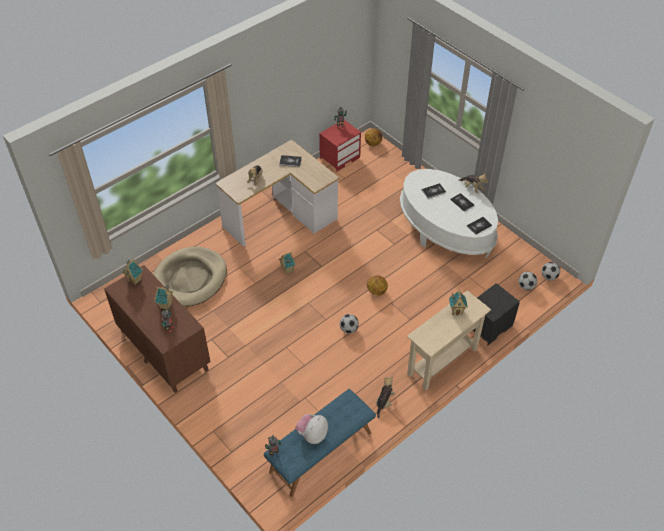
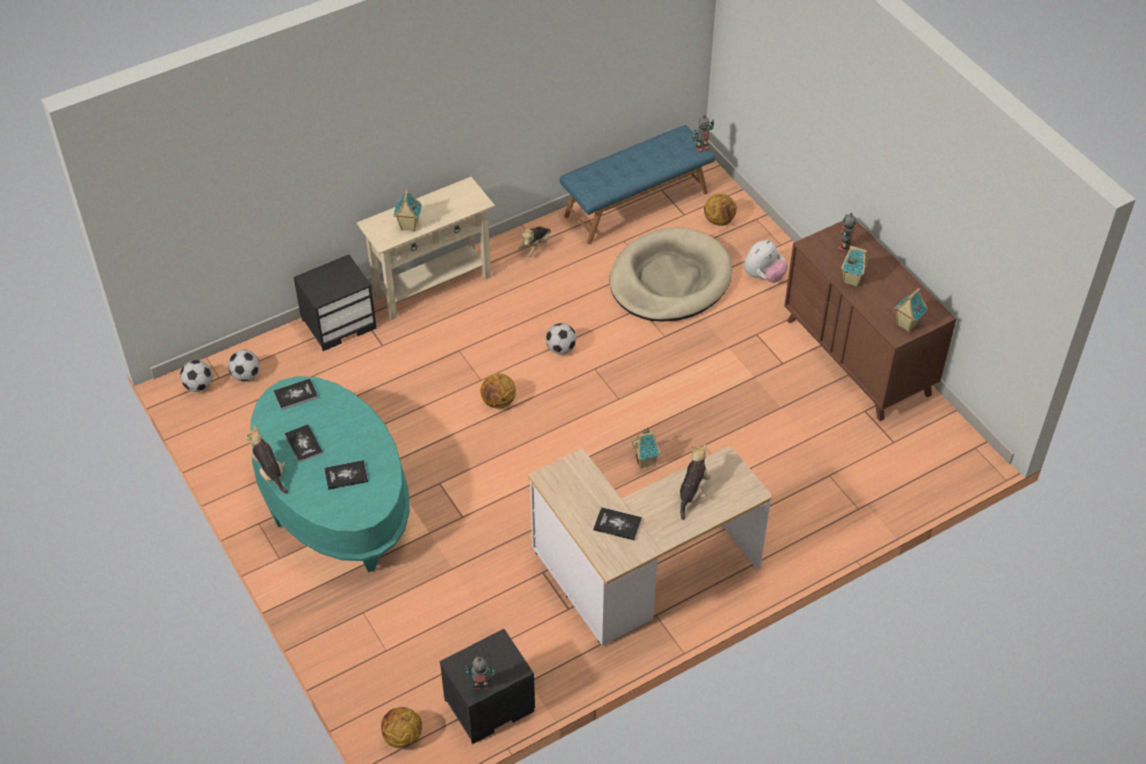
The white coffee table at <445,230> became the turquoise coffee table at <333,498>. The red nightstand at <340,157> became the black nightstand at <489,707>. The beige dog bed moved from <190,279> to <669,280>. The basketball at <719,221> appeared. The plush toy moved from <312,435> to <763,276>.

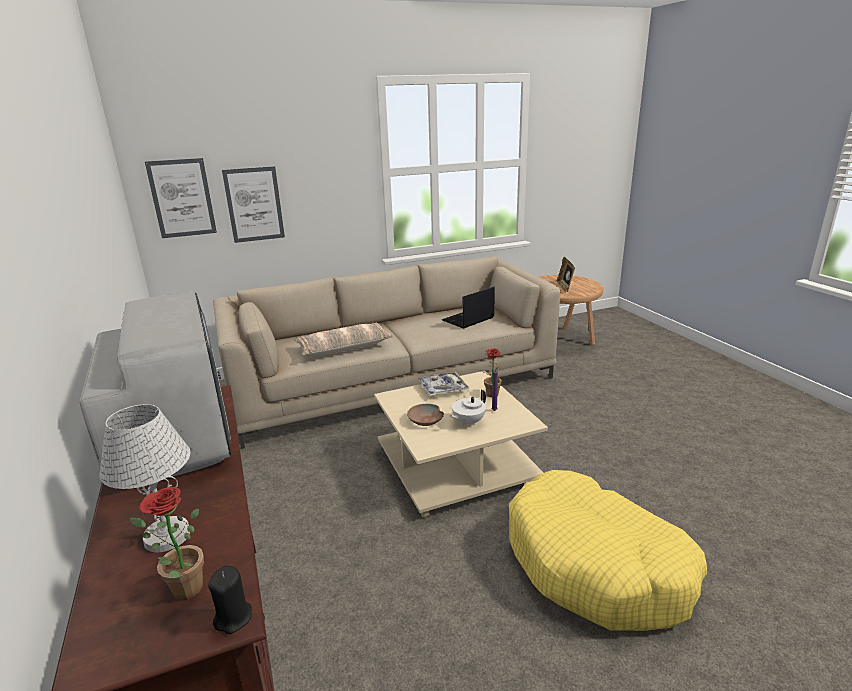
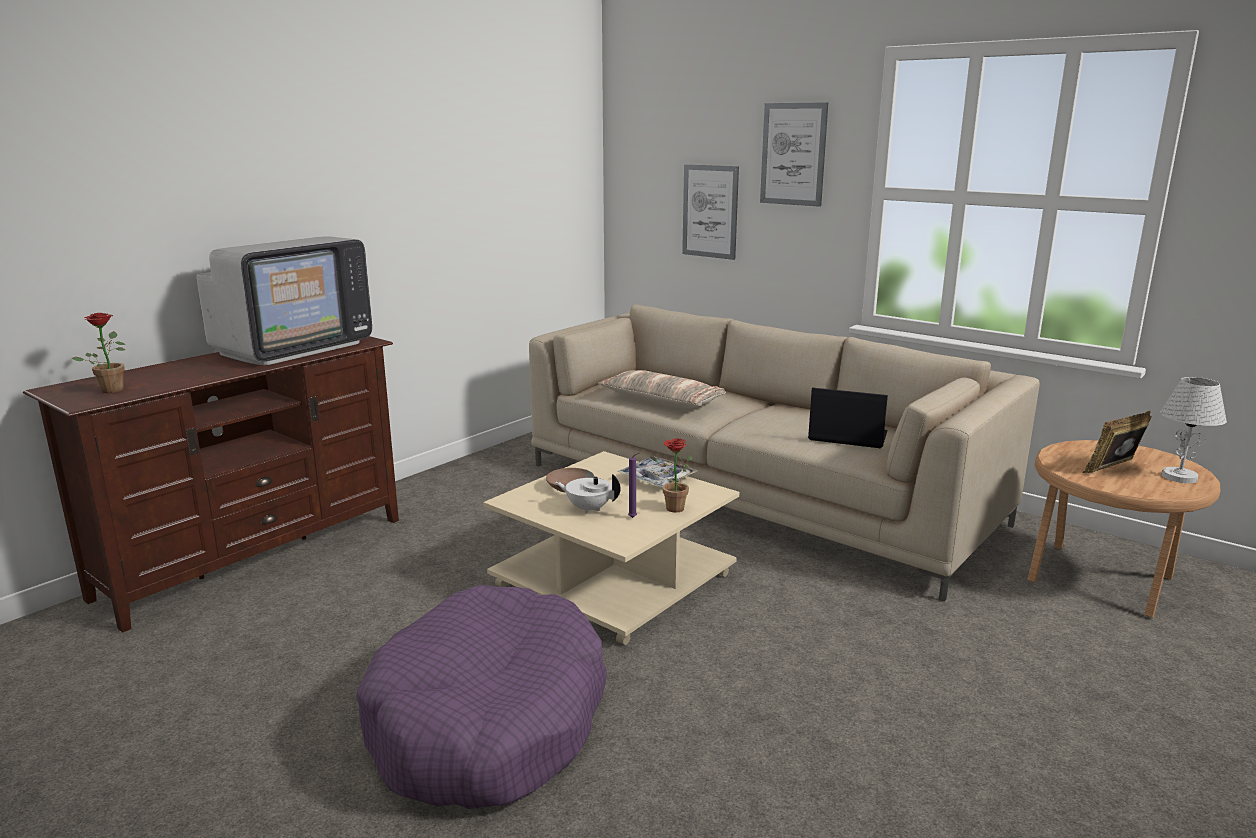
The yellow dog bed at <596,564> became the purple dog bed at <488,721>. The picture moved from <182,198> to <793,154>. The white table lamp moved from <168,536> to <1180,477>. The black candle at <234,618> disappeared.

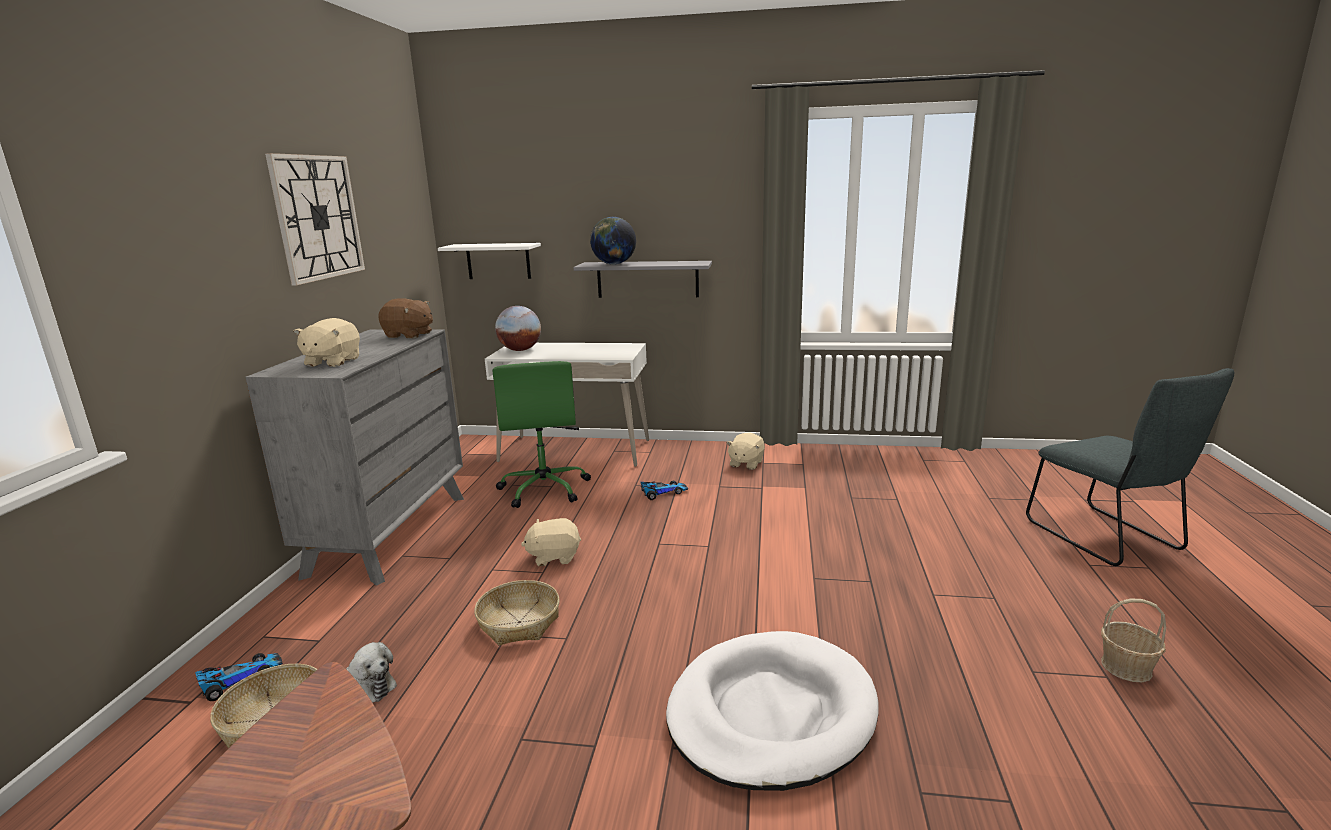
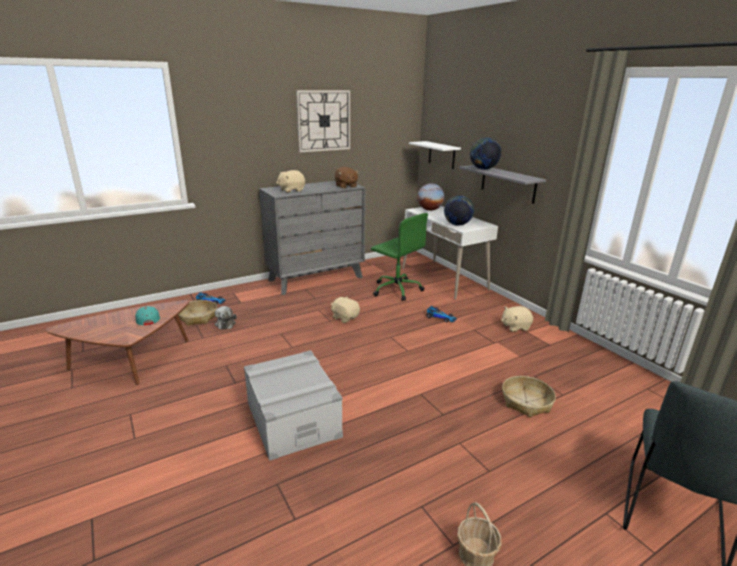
The turquoise cap at <148,319> appeared. The white dog bed at <770,714> was replaced by the grey storage box at <292,419>. The green office chair at <544,489> turned 90 degrees counterclockwise. The globe at <457,225> appeared. The basket moved from <519,622> to <526,402>.

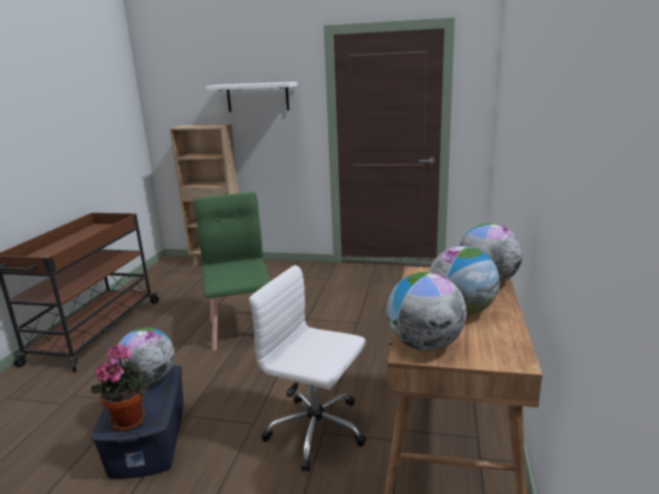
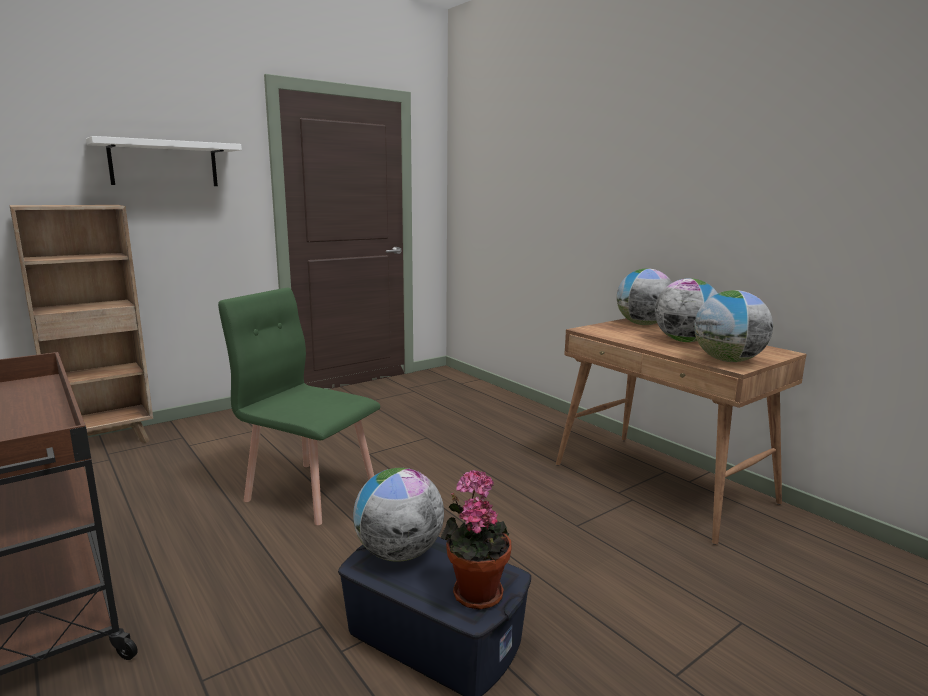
The white office chair at <318,431> disappeared.

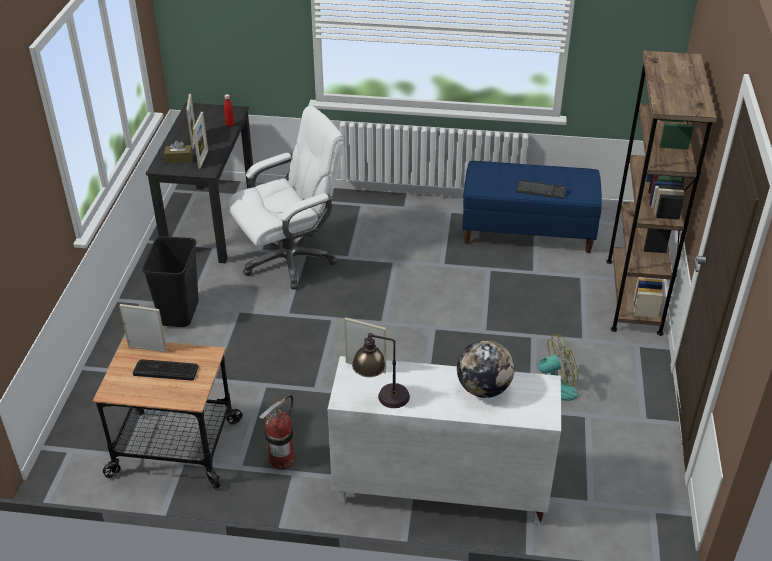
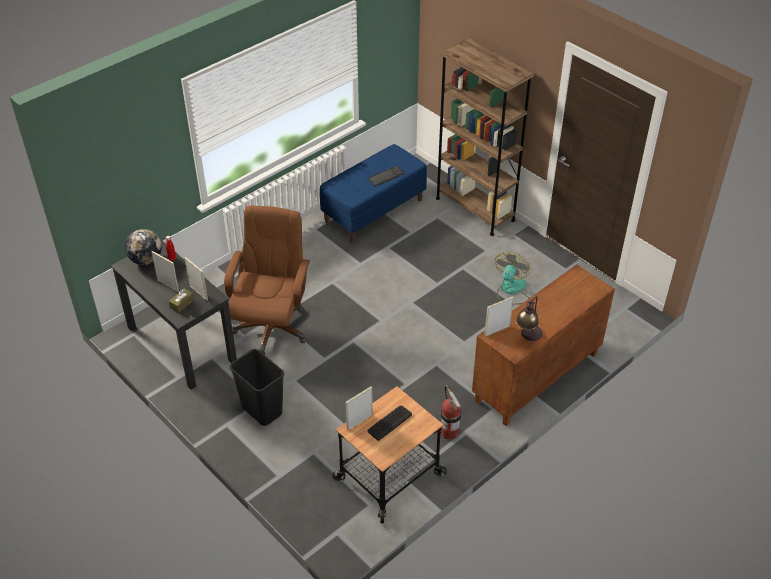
The globe moved from <483,388> to <146,260>. The white office chair at <290,259> became the brown office chair at <272,327>. The white cabinet at <439,489> became the brown cabinet at <537,378>.

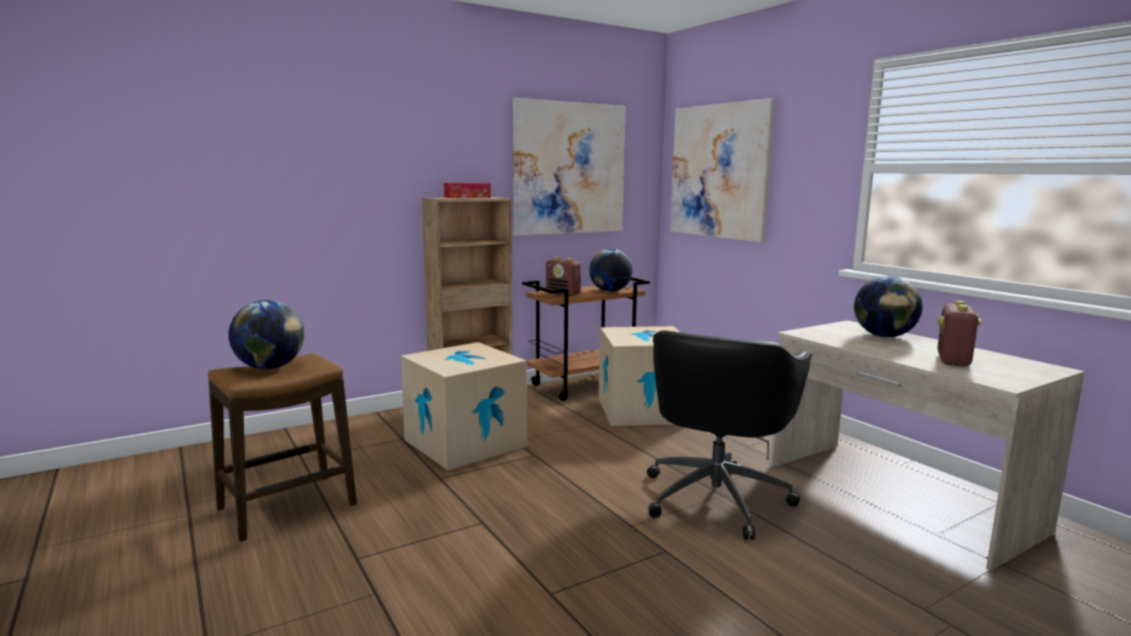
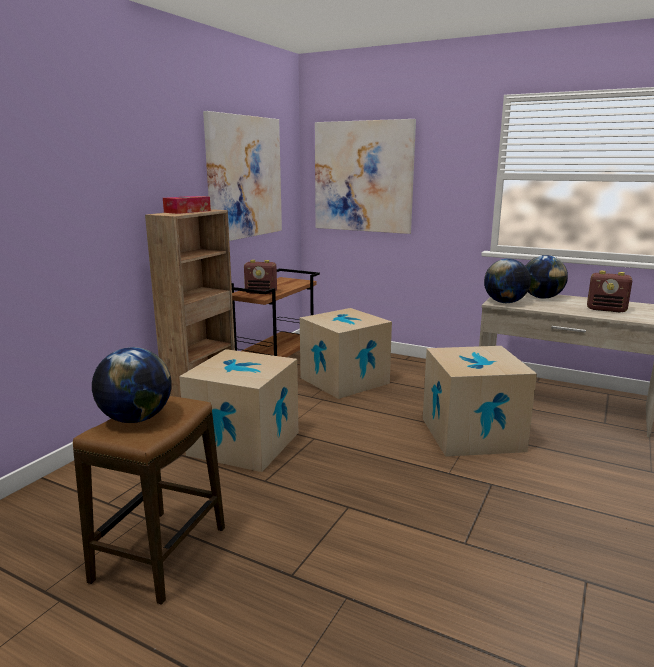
The black office chair at <717,496> was replaced by the cardboard box at <471,434>. The globe moved from <610,291> to <505,302>. The radio at <953,361> turned 60 degrees counterclockwise.

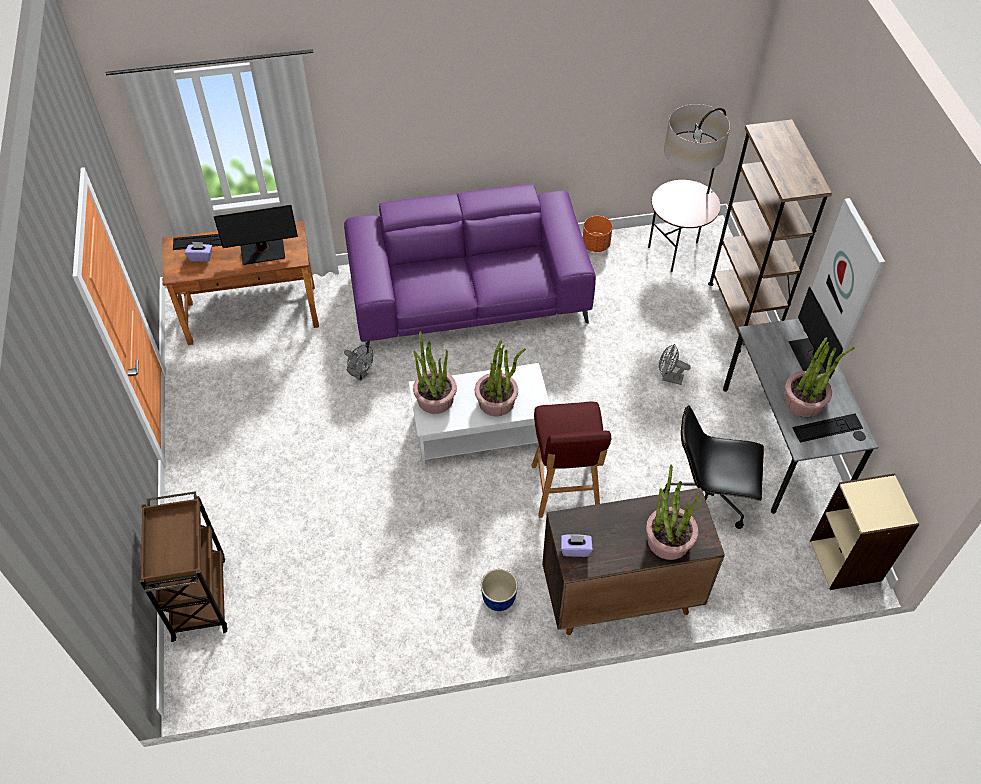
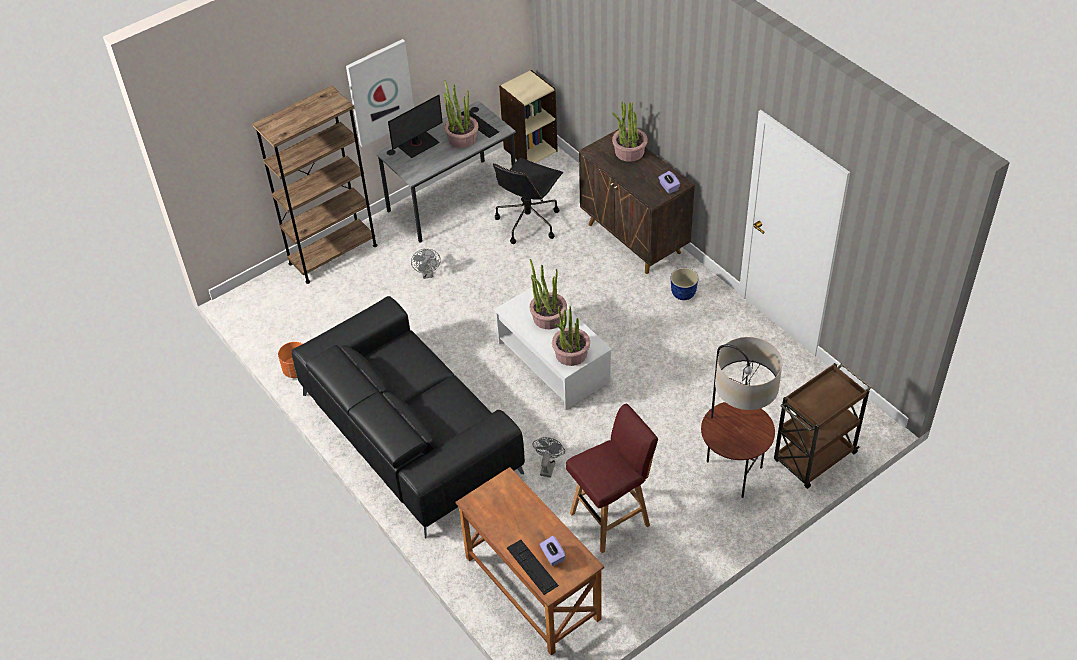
The purple sofa at <469,294> became the black sofa at <409,433>. The black office chair at <707,500> turned 45 degrees clockwise. The red stool moved from <565,490> to <611,518>. The floor lamp moved from <676,252> to <732,473>. The monitor at <263,251> disappeared.

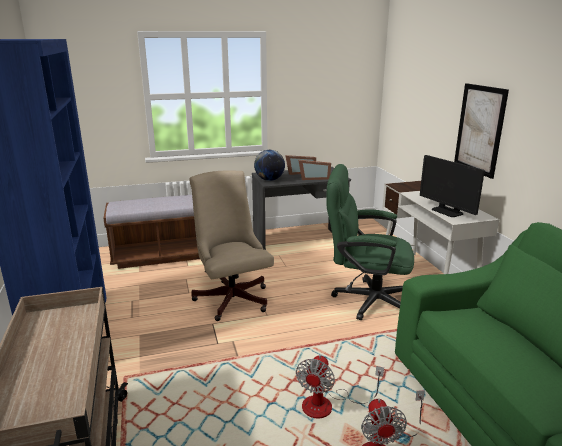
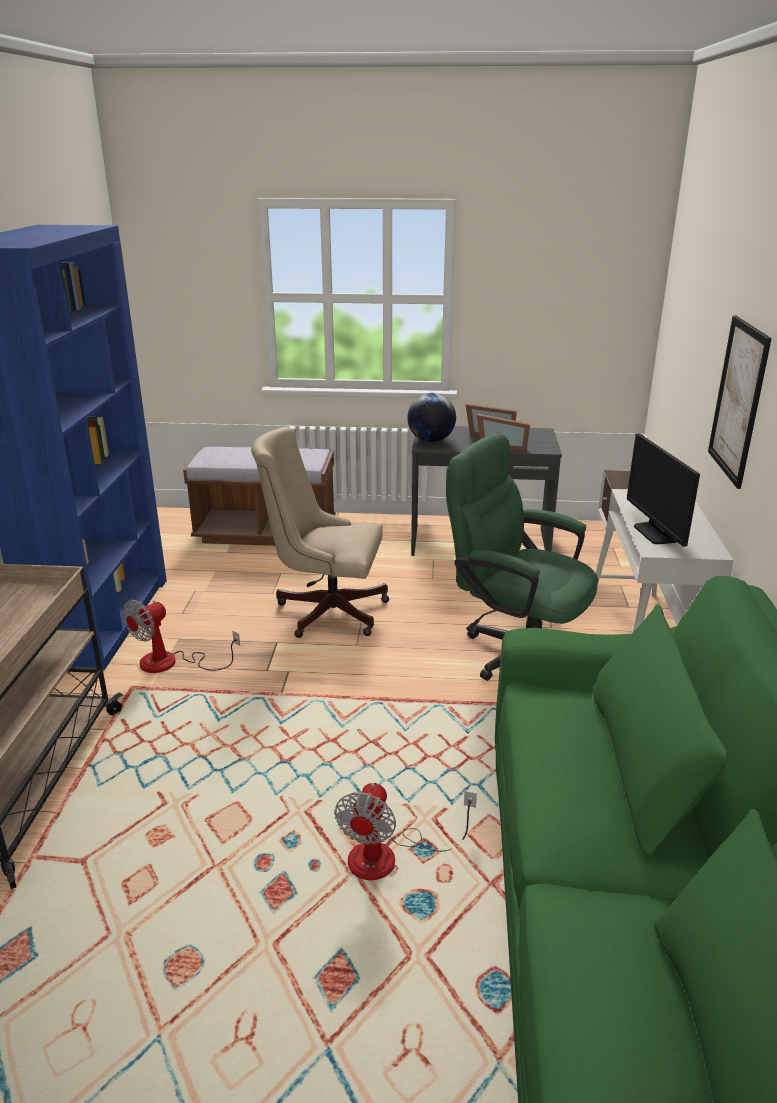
The fan moved from <328,405> to <171,663>. The beige office chair at <231,297> turned 75 degrees counterclockwise.

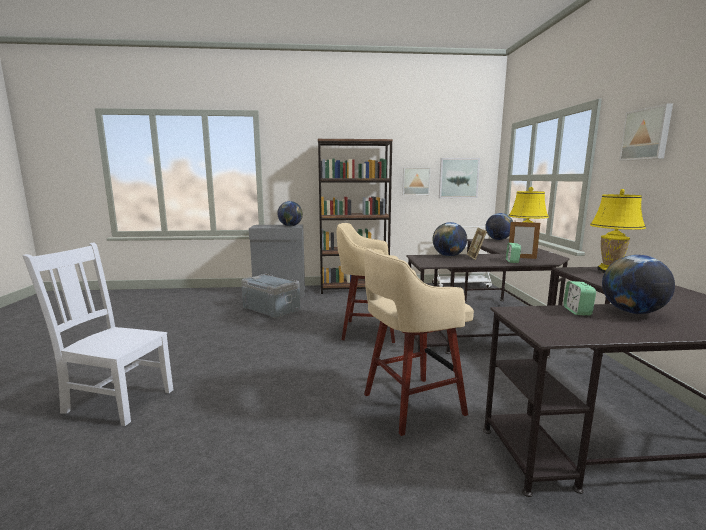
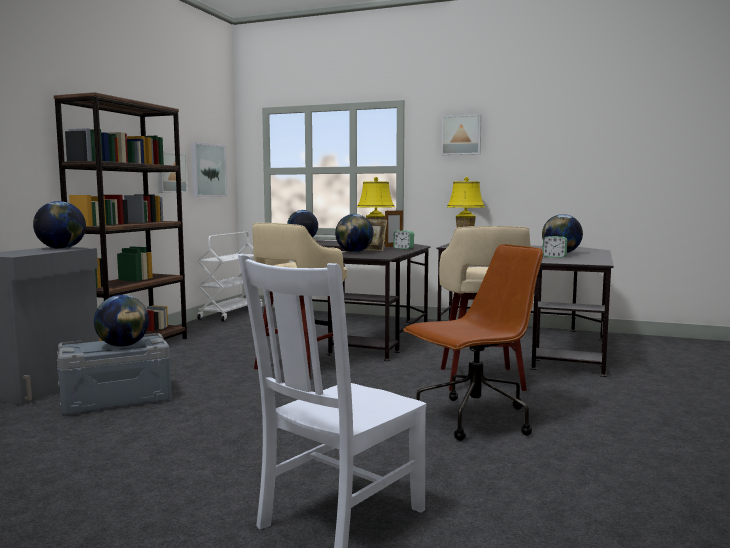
The globe at <123,346> appeared. The brown office chair at <473,420> appeared.

